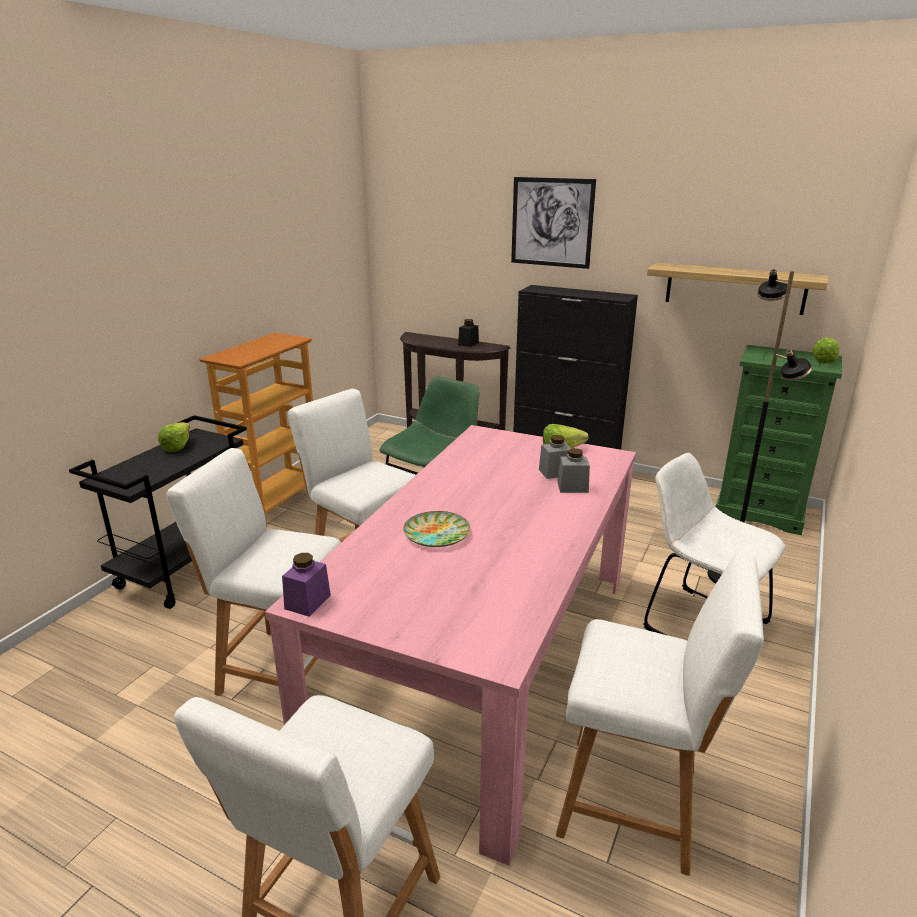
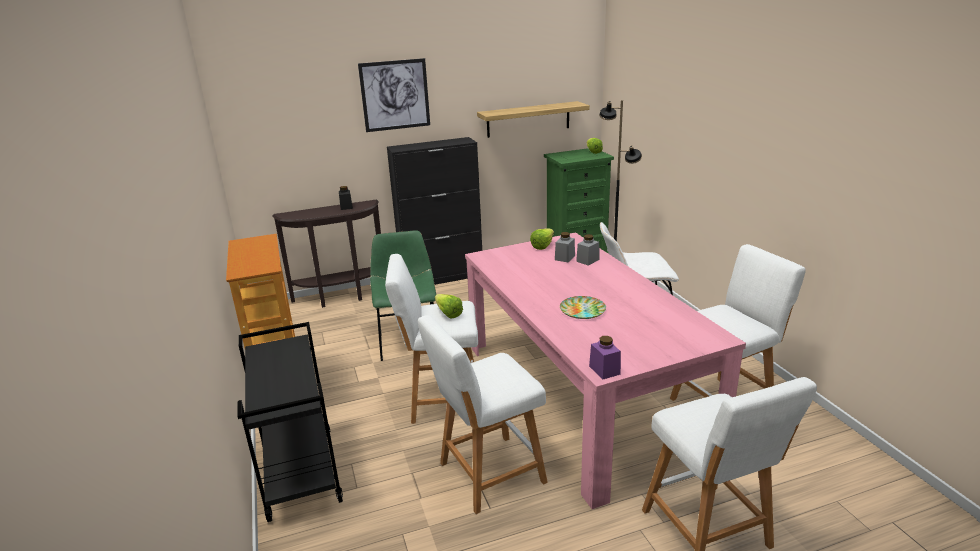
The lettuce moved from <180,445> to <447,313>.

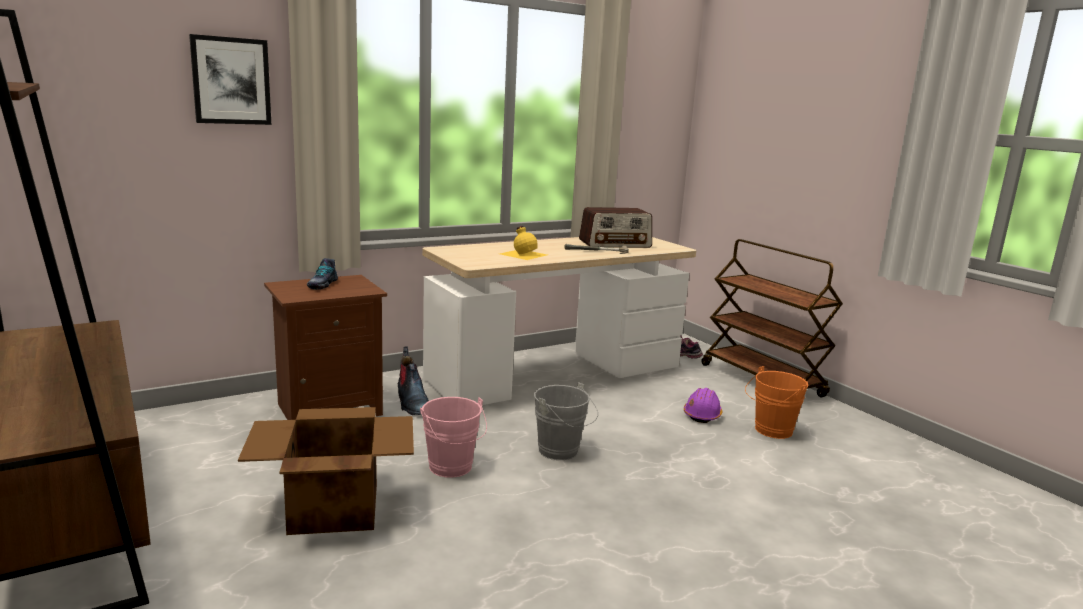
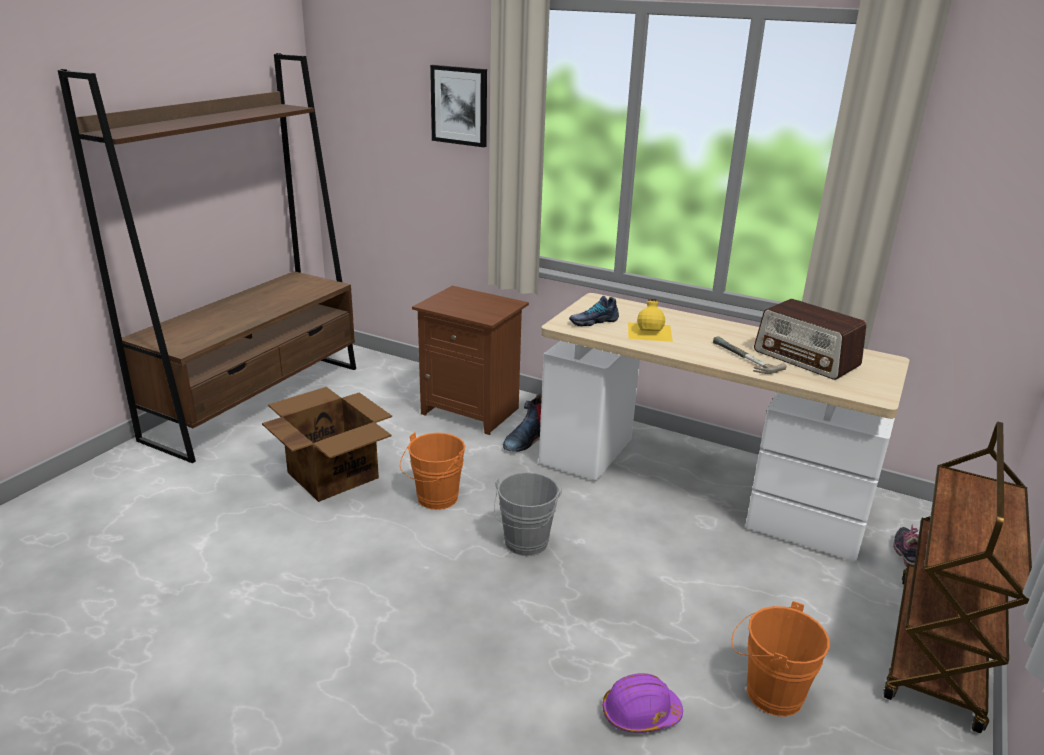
The pink bucket at <452,469> became the orange bucket at <434,500>. The shoe moved from <322,284> to <593,321>. The purple hard hat moved from <702,415> to <640,714>.

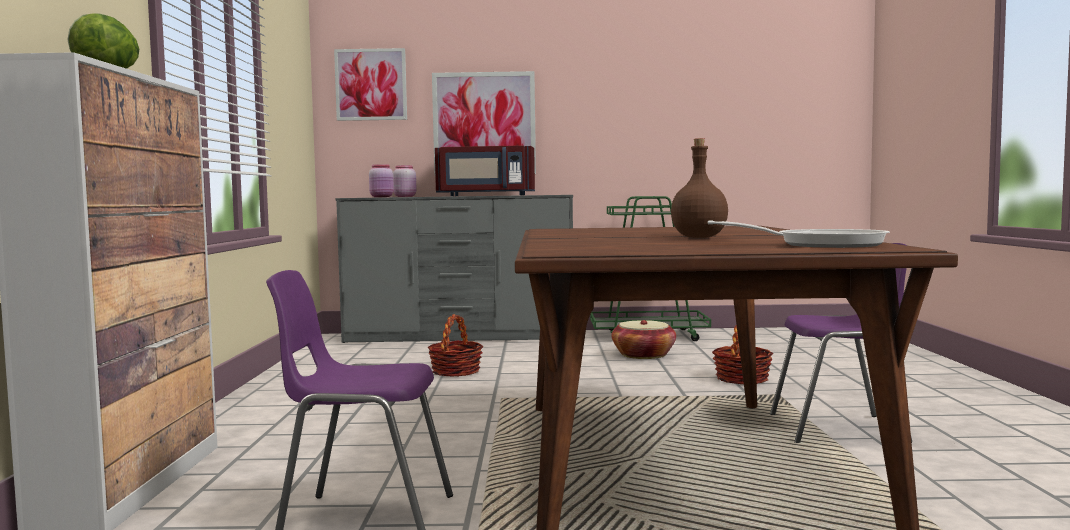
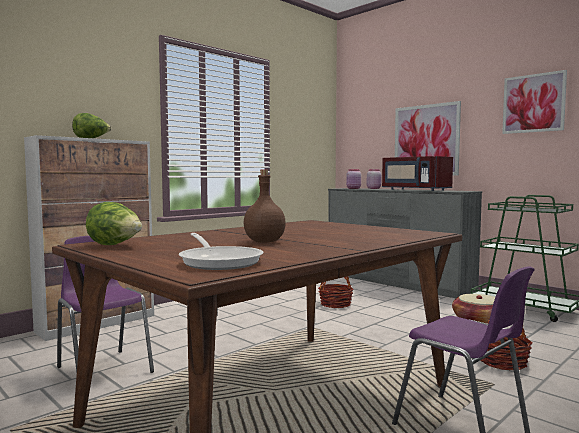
The lettuce at <115,245> appeared. The picture moved from <371,84> to <533,103>.

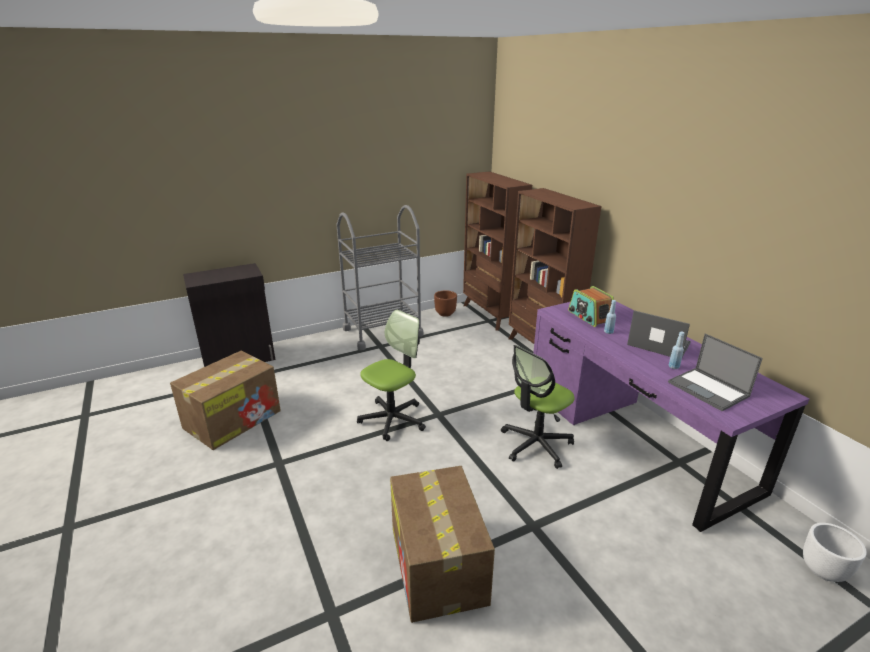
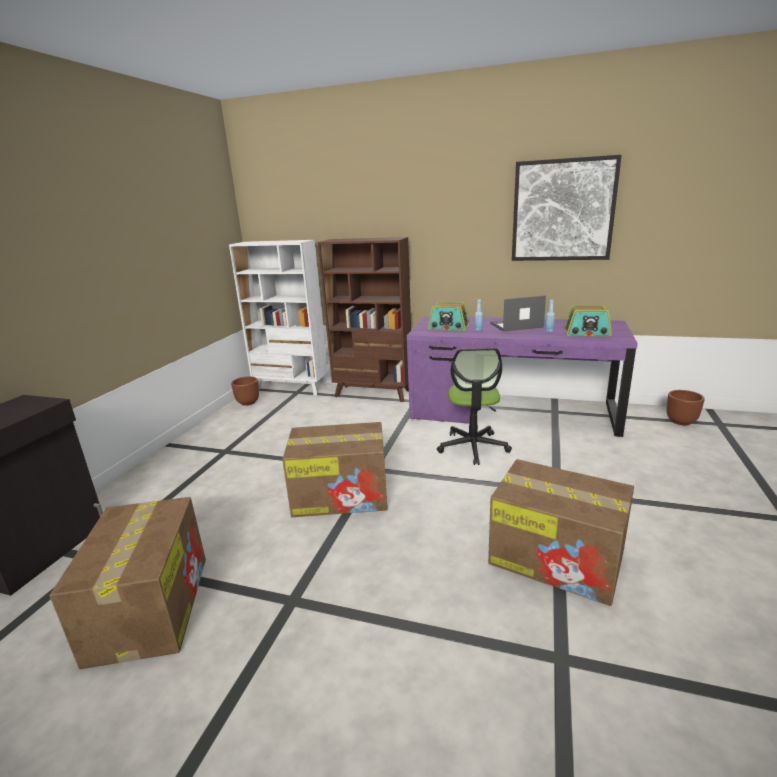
The brown bookcase at <490,315> became the white bookcase at <291,388>. The office chair at <392,419> was replaced by the cardboard box at <342,494>. The picture at <562,210> appeared. The laptop at <709,389> was replaced by the radio at <587,333>. The white planter at <824,570> became the brown planter at <681,421>. The grey cart at <382,332> disappeared.

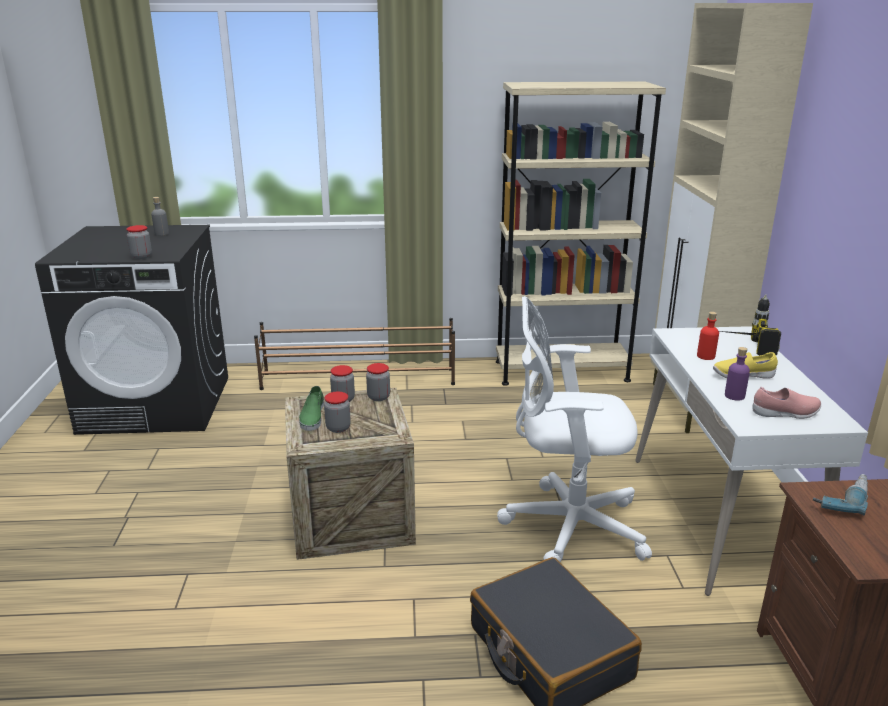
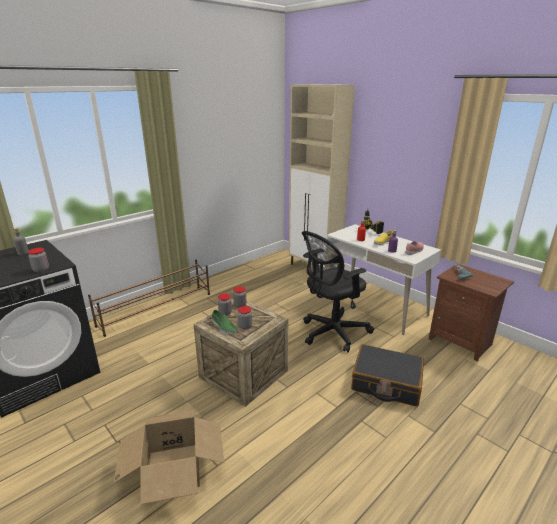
The cardboard box at <173,469> appeared. The white office chair at <567,525> became the black office chair at <332,333>. The beige bookcase at <561,371> disappeared.

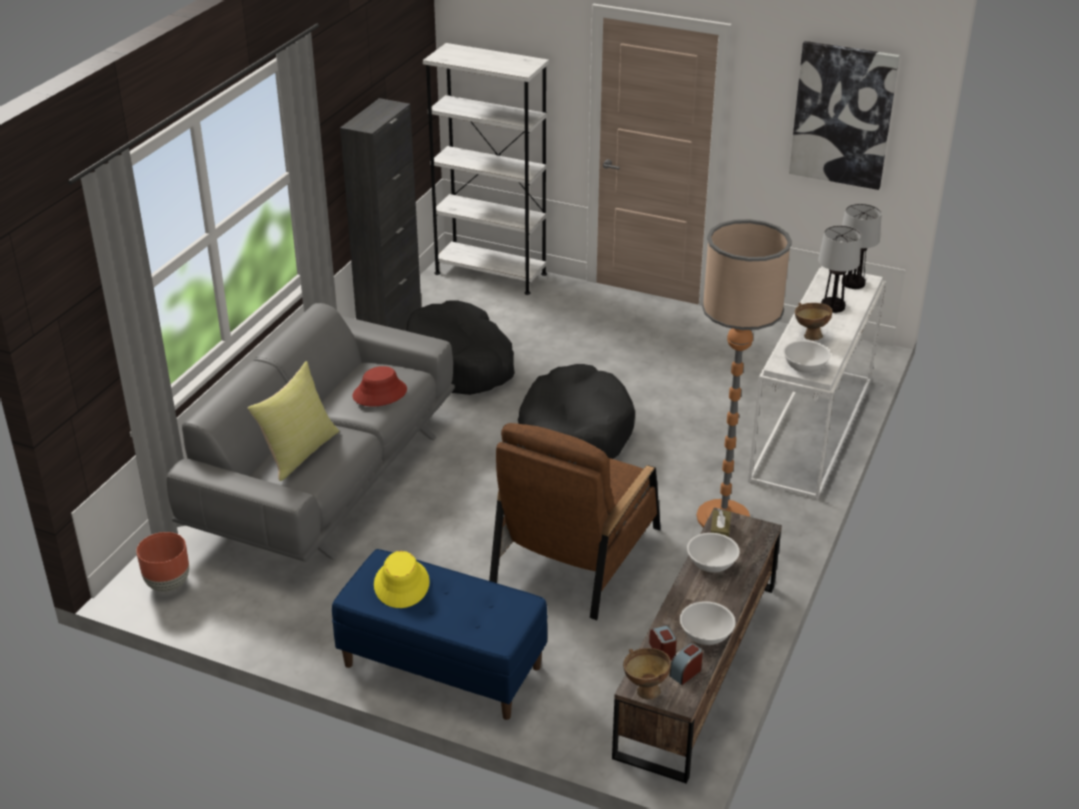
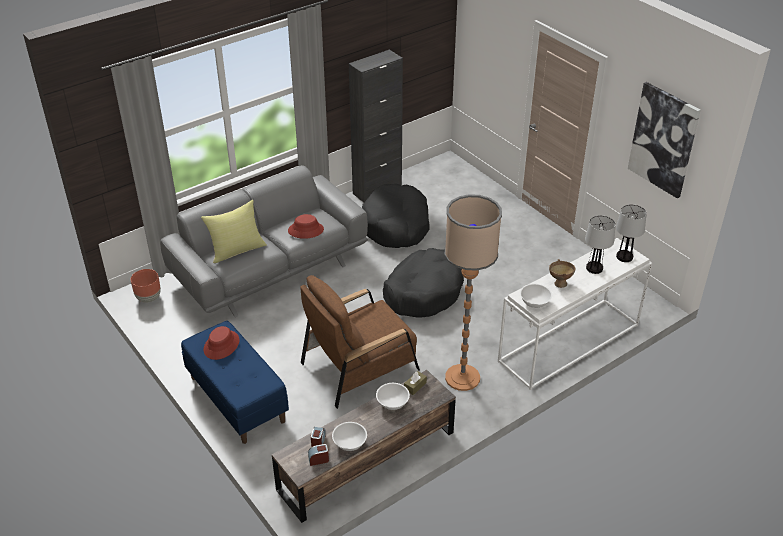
The yellow hat at <402,584> became the red hat at <221,345>. The white bookcase at <490,273> disappeared. The brown bowl at <644,689> disappeared.

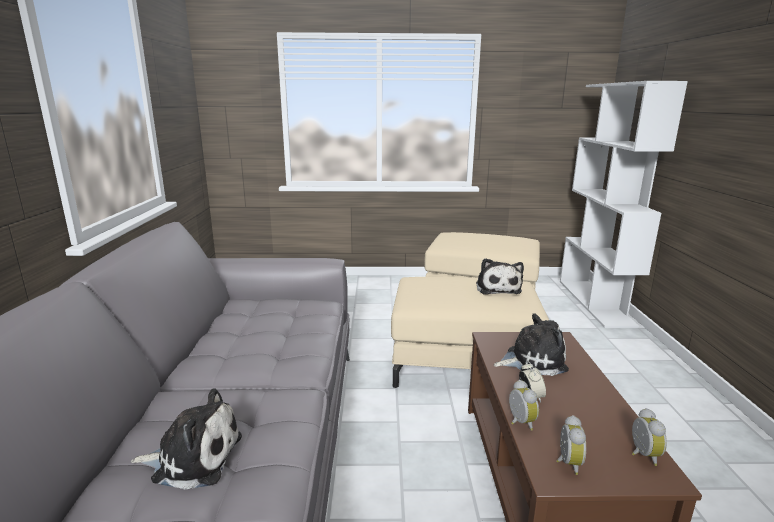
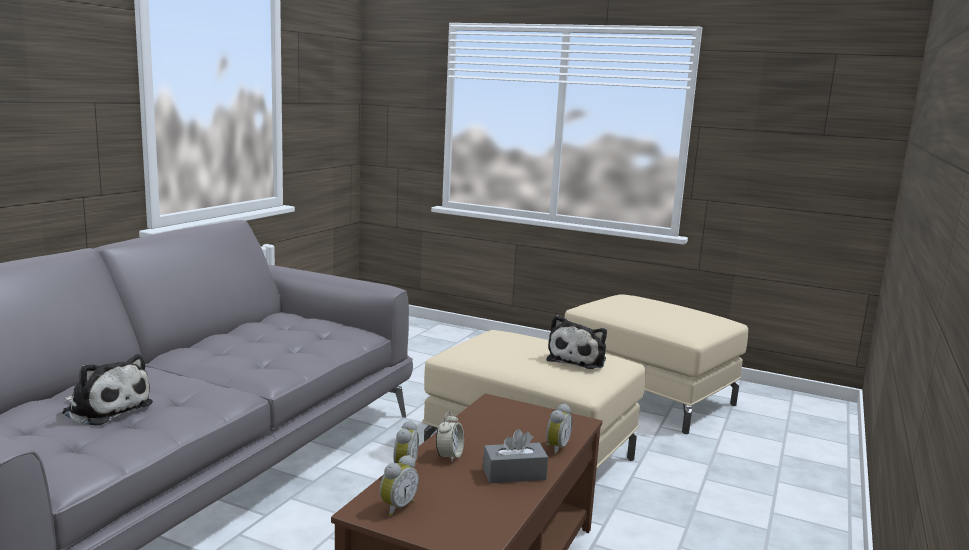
The grey tissue box at <514,474> appeared. The alarm clock moved from <642,455> to <555,448>. The plush toy at <532,360> disappeared. The white bookcase at <595,302> disappeared.

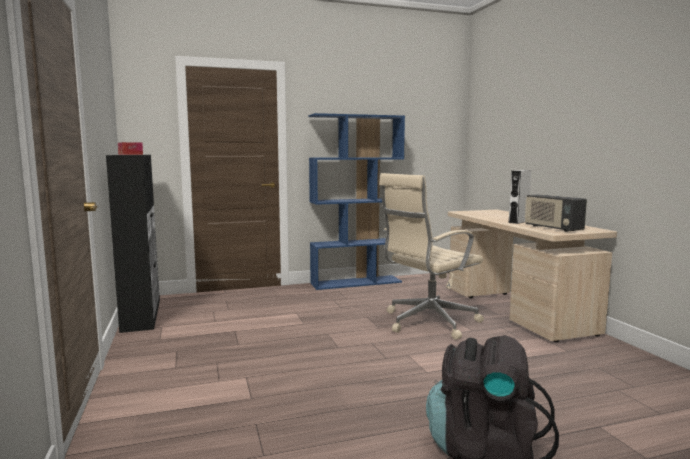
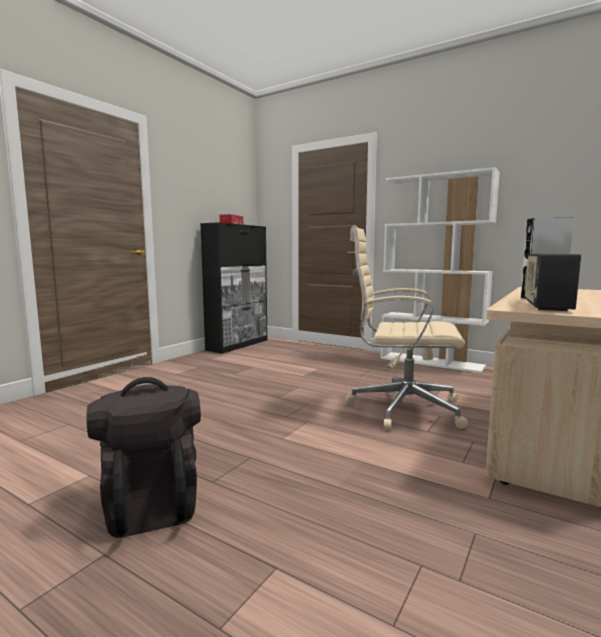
The blue bookcase at <356,282> became the white bookcase at <432,362>.

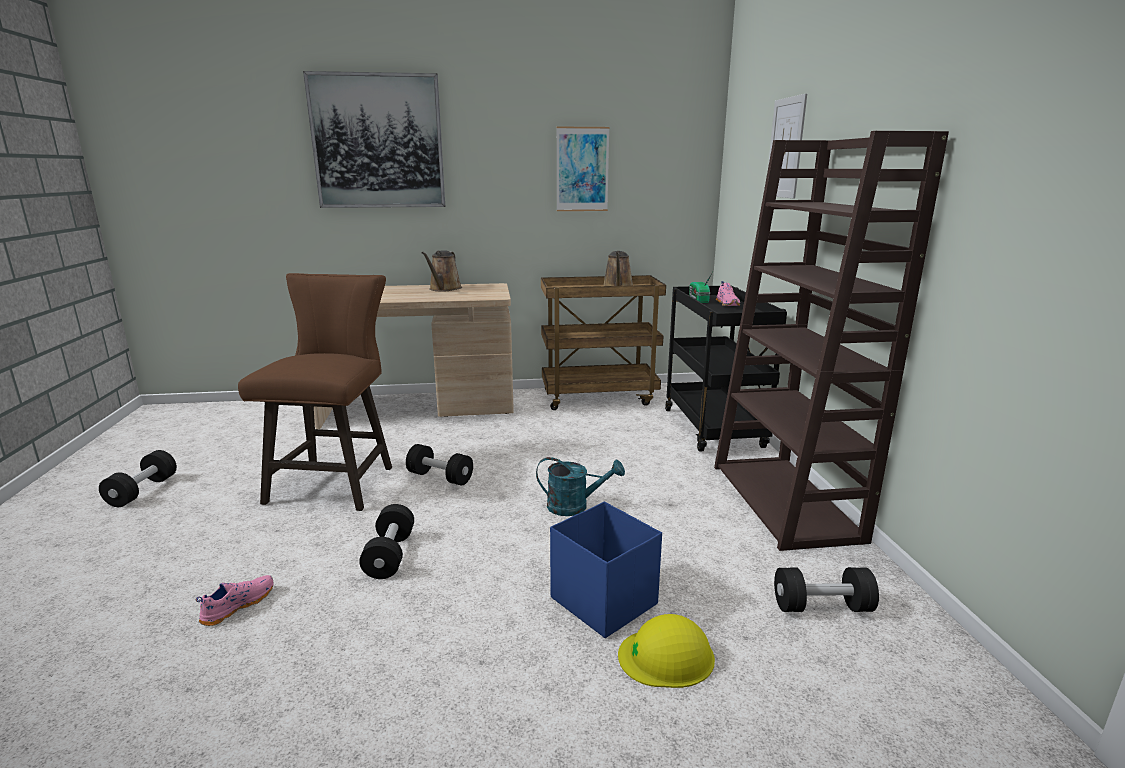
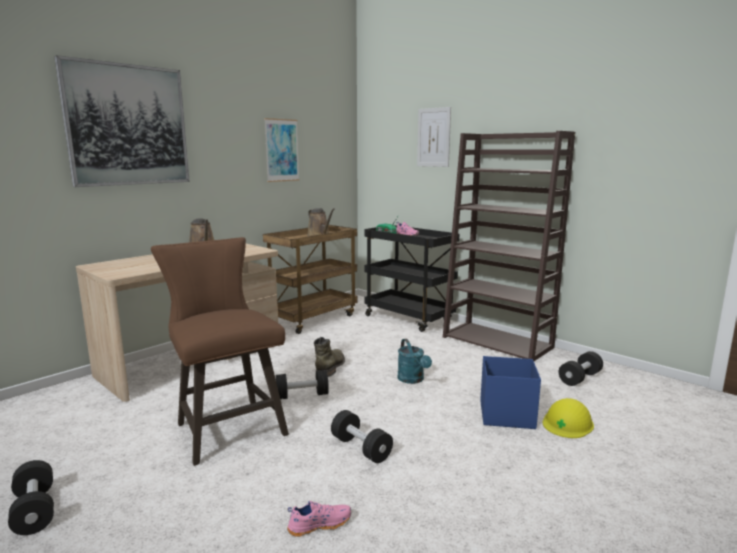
The pink shoe at <237,605> turned 75 degrees clockwise. The green boot at <330,367> appeared. The turquoise watering can at <575,506> turned 105 degrees clockwise.

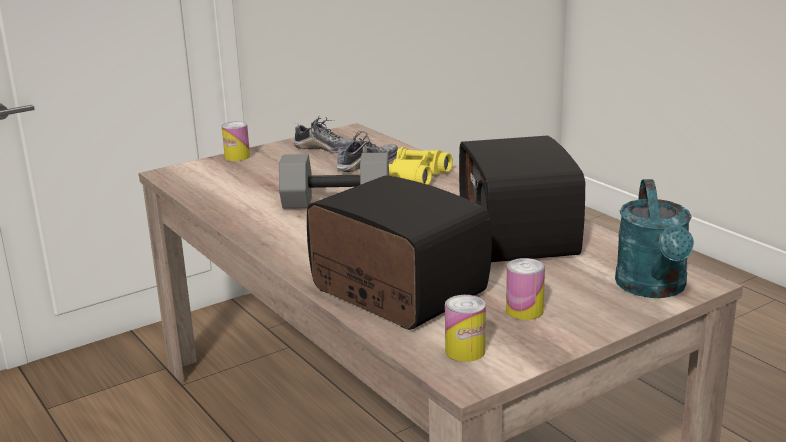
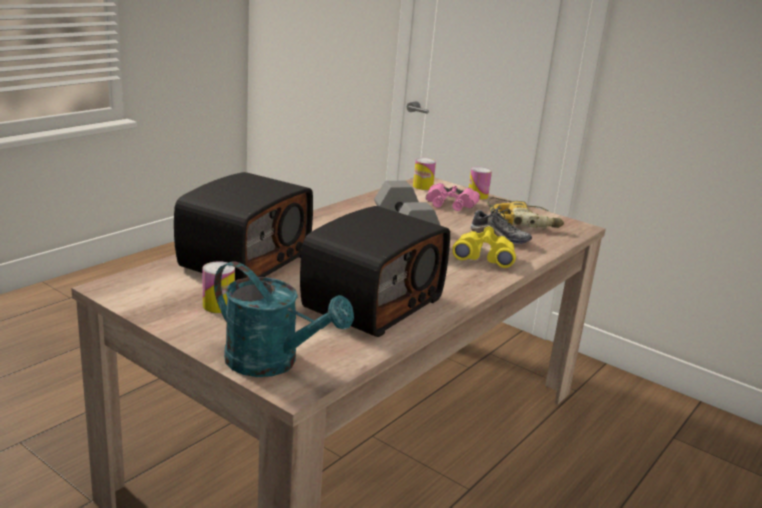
The turquoise watering can at <653,288> turned 135 degrees counterclockwise. The radio at <520,235> turned 150 degrees clockwise. The can moved from <465,351> to <423,186>. The pink binoculars at <450,203> appeared. The shoe at <325,149> was replaced by the power drill at <523,221>.

